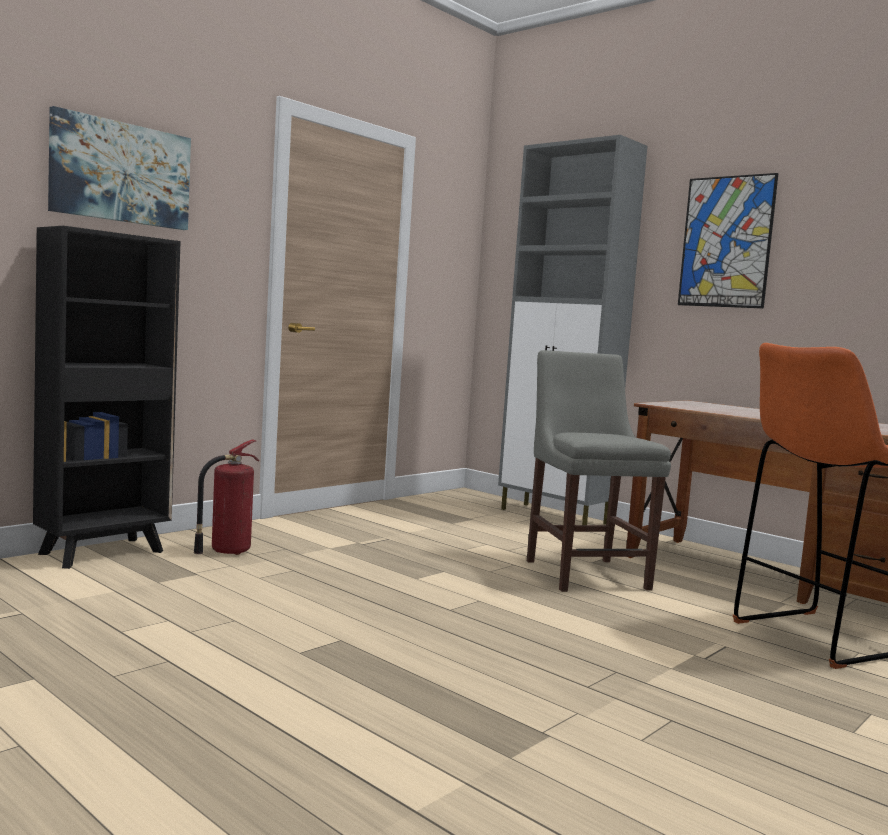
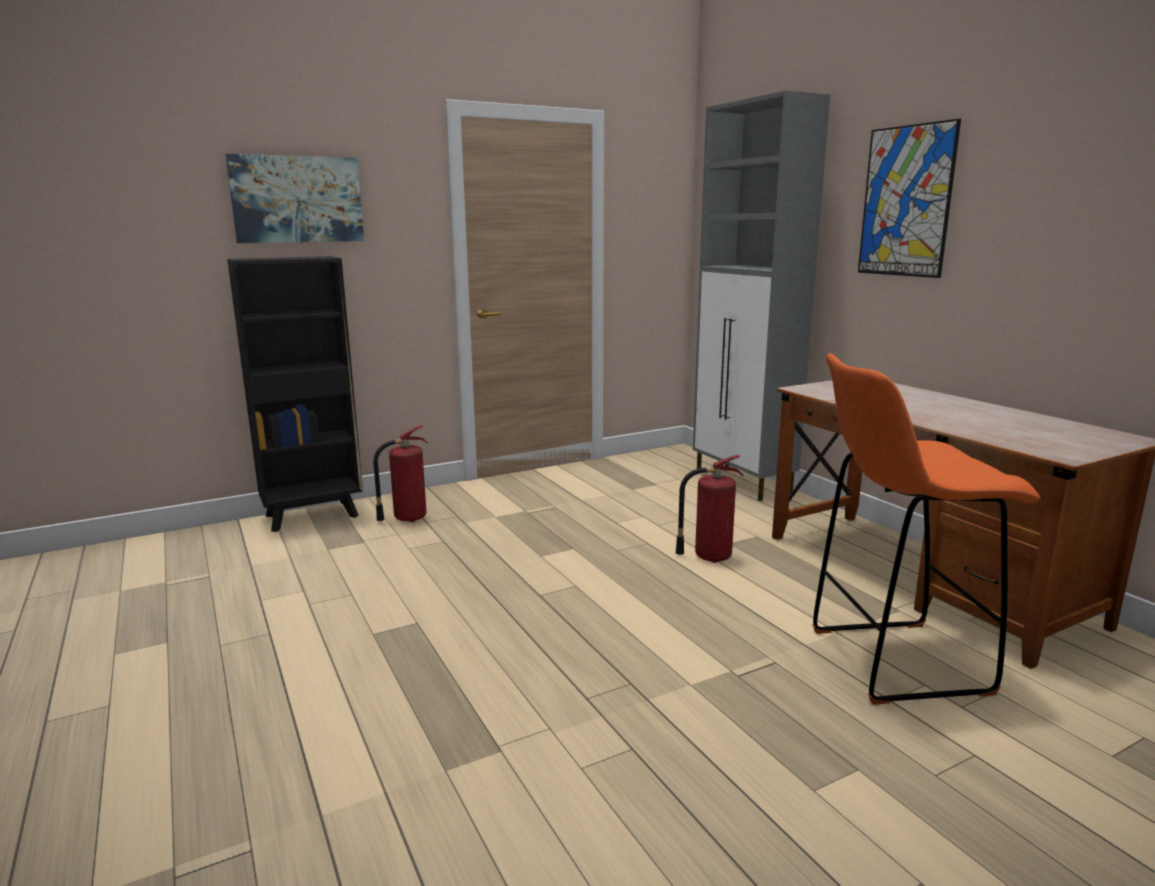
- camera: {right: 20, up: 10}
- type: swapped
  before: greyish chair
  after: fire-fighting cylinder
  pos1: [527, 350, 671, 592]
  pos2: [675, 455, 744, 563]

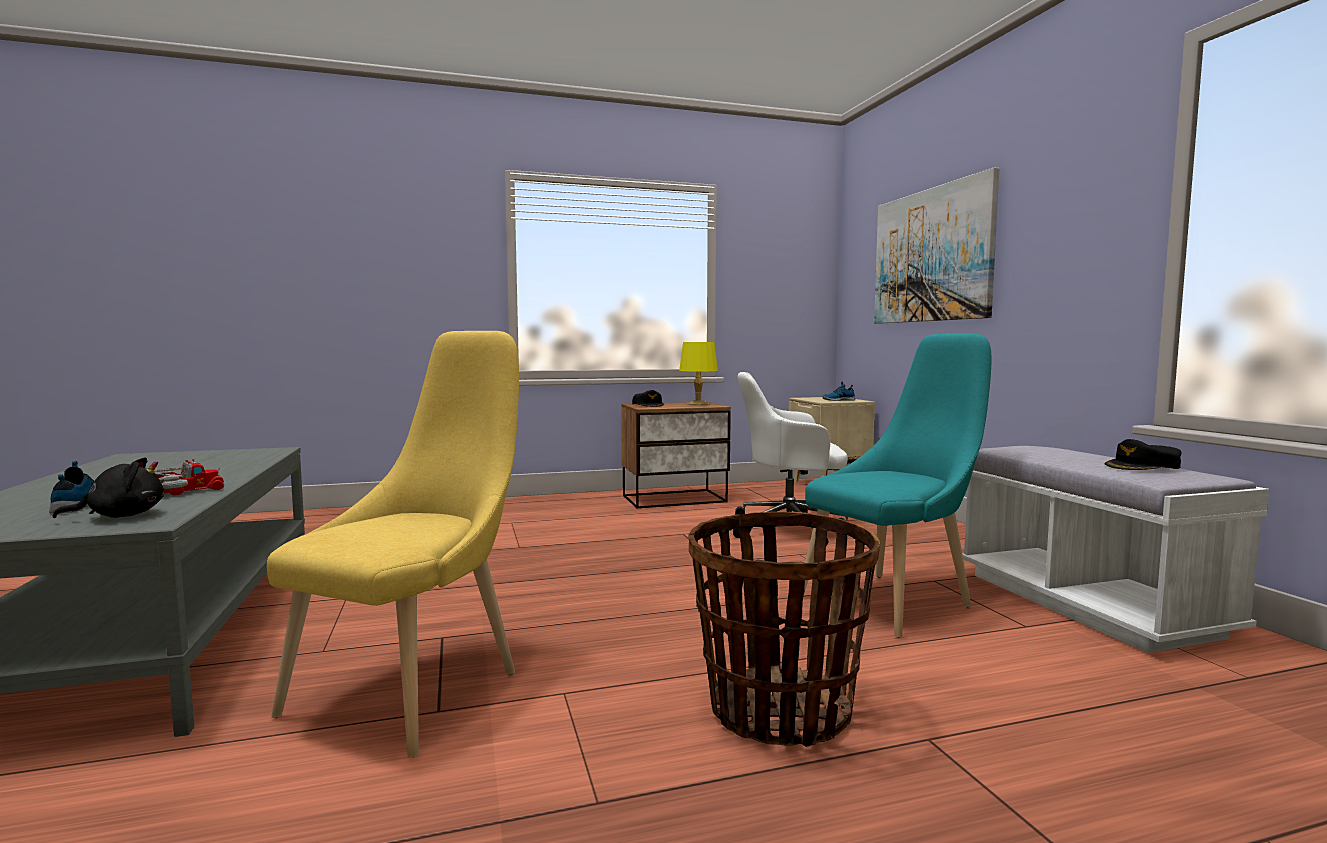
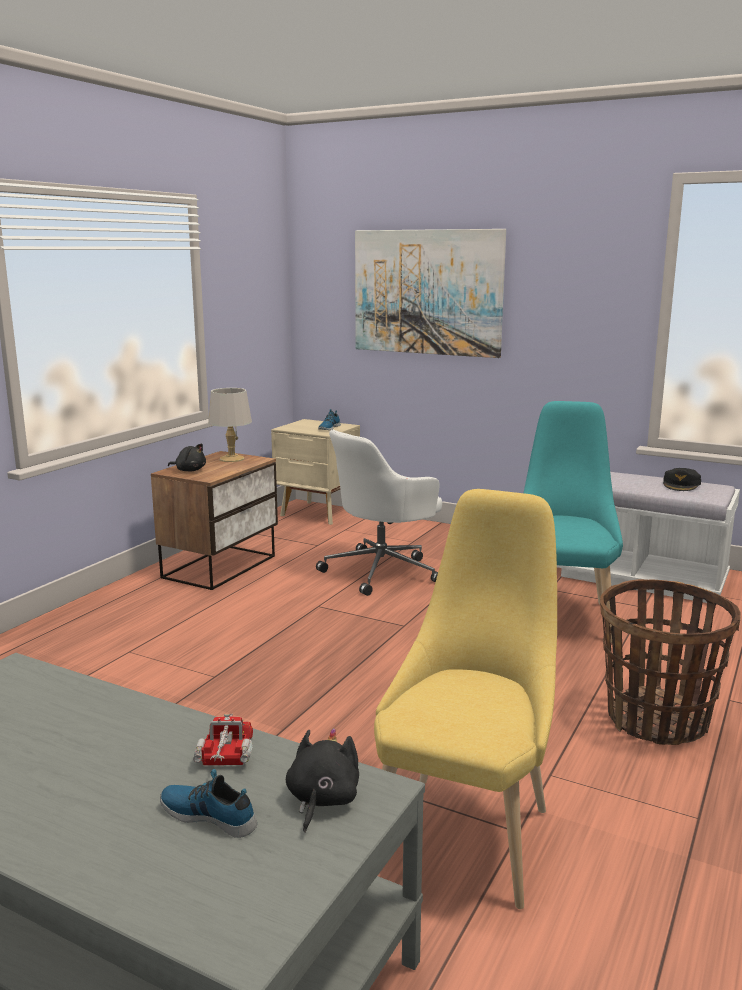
- camera: {right: -45, up: 10}
- type: rotated
  before: yellow chair
  pos1: [267, 331, 519, 758]
  pos2: [374, 489, 557, 909]
  turn: 45
- type: repainted
  before: yellow lamp for a table
  after: greyish lamp for a table
  pos1: [679, 342, 718, 405]
  pos2: [208, 388, 252, 462]
- type: swapped
  before: black peaked cap
  after: black soft toy
  pos1: [632, 390, 664, 407]
  pos2: [168, 444, 206, 471]

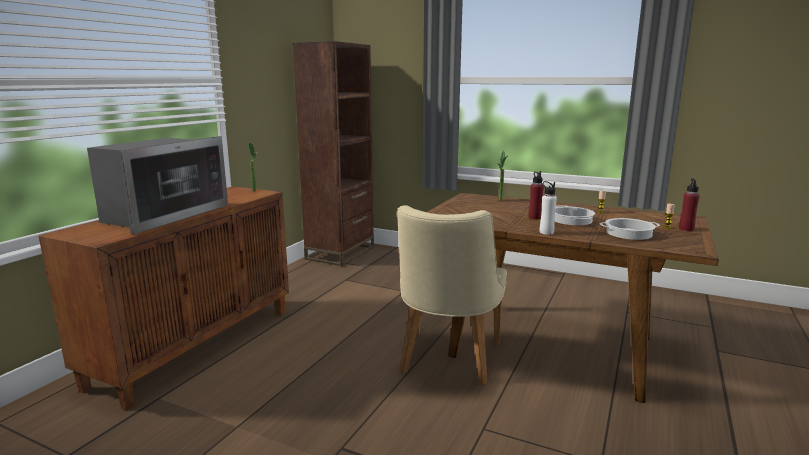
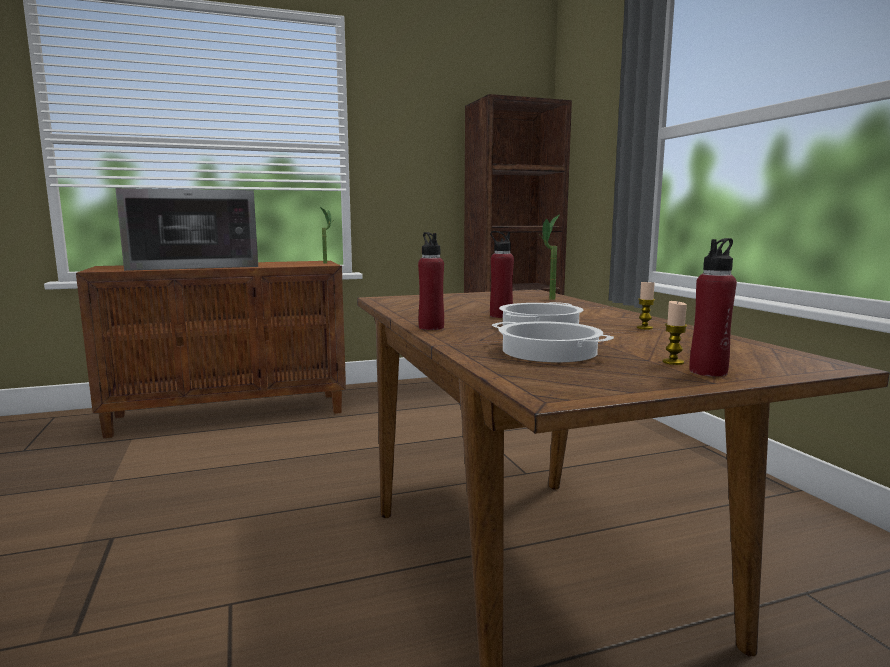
- camera: {right: 45, up: -5}
- type: repainted
  before: white drink bottle
  after: red-coloured drink bottle
  pos1: [540, 181, 557, 235]
  pos2: [418, 232, 444, 330]
- type: gone
  before: beige-coloured chair
  pos1: [397, 205, 507, 385]

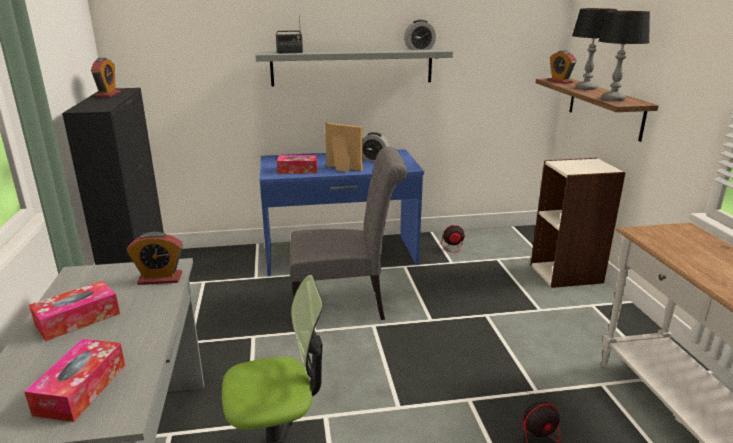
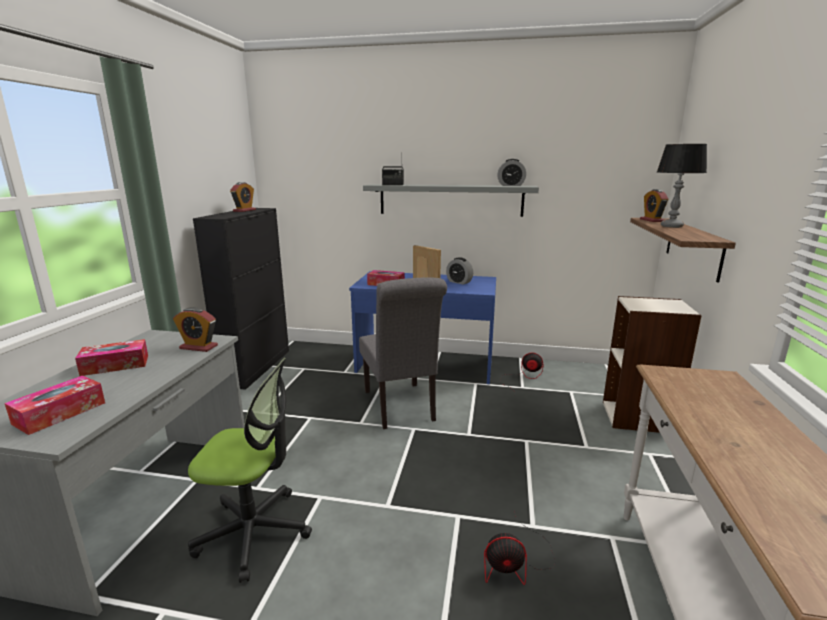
- camera: {right: 20, up: -5}
- type: gone
  before: lamp for a table
  pos1: [598, 11, 650, 101]
- type: rotated
  before: greyish chair
  pos1: [290, 147, 407, 320]
  pos2: [359, 277, 447, 429]
  turn: 60

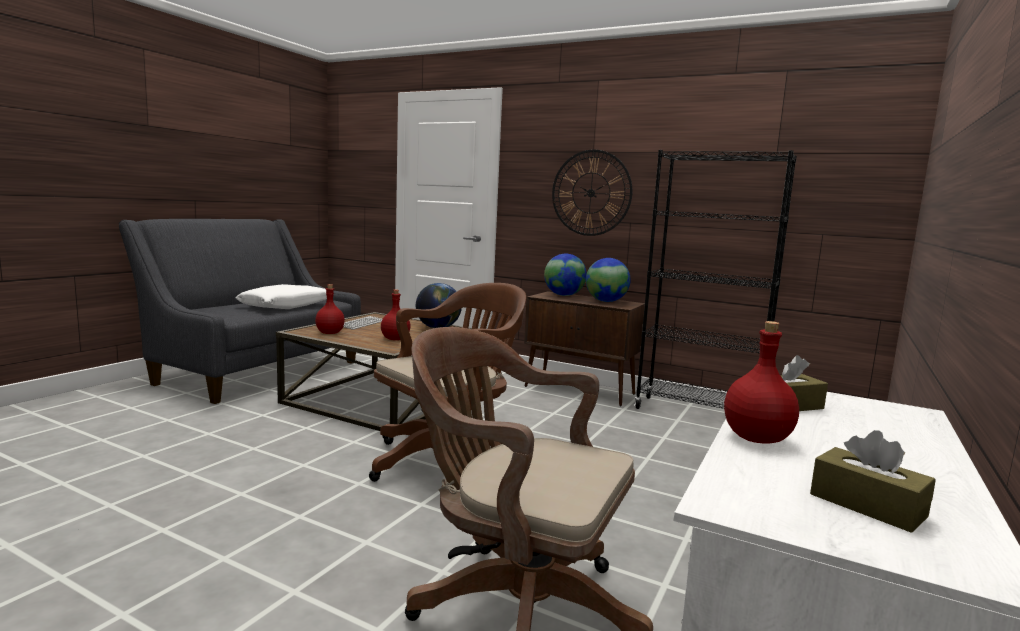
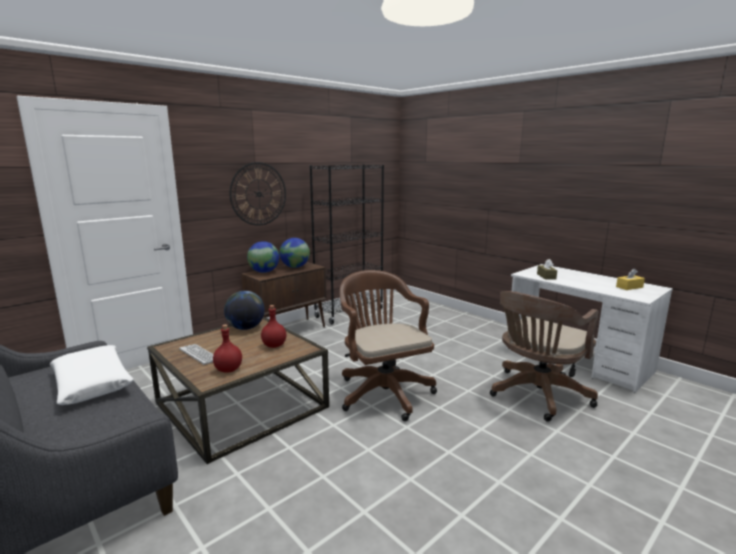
- camera: {right: -70, up: 5}
- type: gone
  before: red-coloured drink bottle
  pos1: [724, 321, 799, 443]
- type: repainted
  before: brown box of tissues
  after: yellow box of tissues
  pos1: [810, 430, 936, 533]
  pos2: [616, 268, 645, 290]

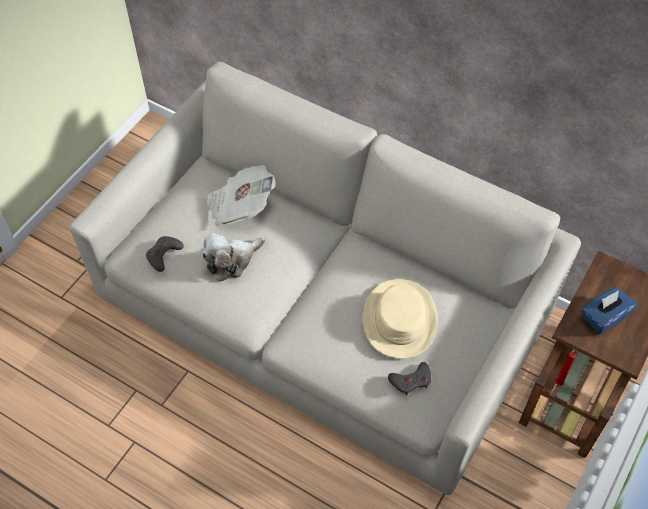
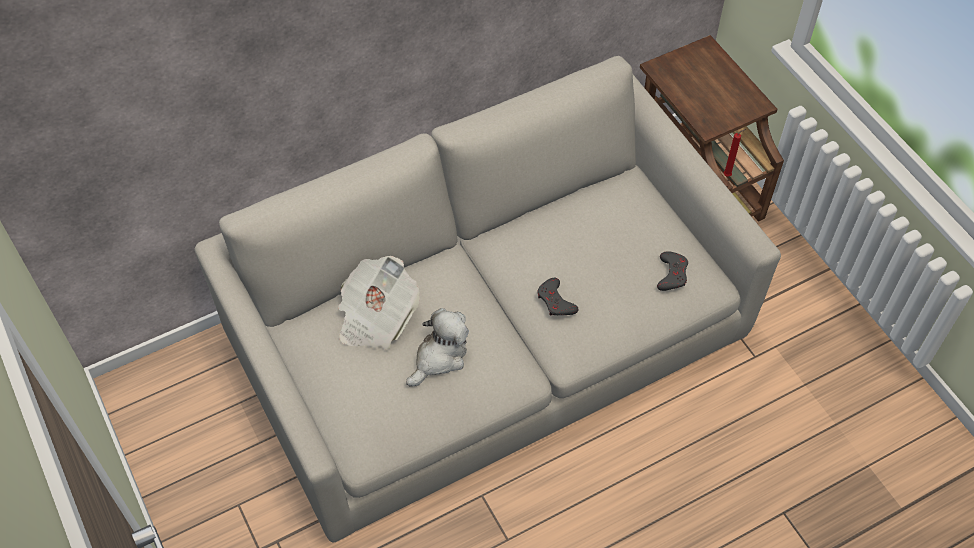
- camera: {right: -60, up: 0}
- type: rotated
  before: soft toy
  pos1: [202, 233, 266, 281]
  pos2: [406, 308, 469, 386]
  turn: -135
- type: shifted
  before: greyish gamepad
  pos1: [146, 236, 184, 272]
  pos2: [538, 278, 579, 316]
- type: gone
  before: beige-coloured hat
  pos1: [363, 279, 438, 358]
- type: gone
  before: bluish box of tissues
  pos1: [582, 287, 638, 334]

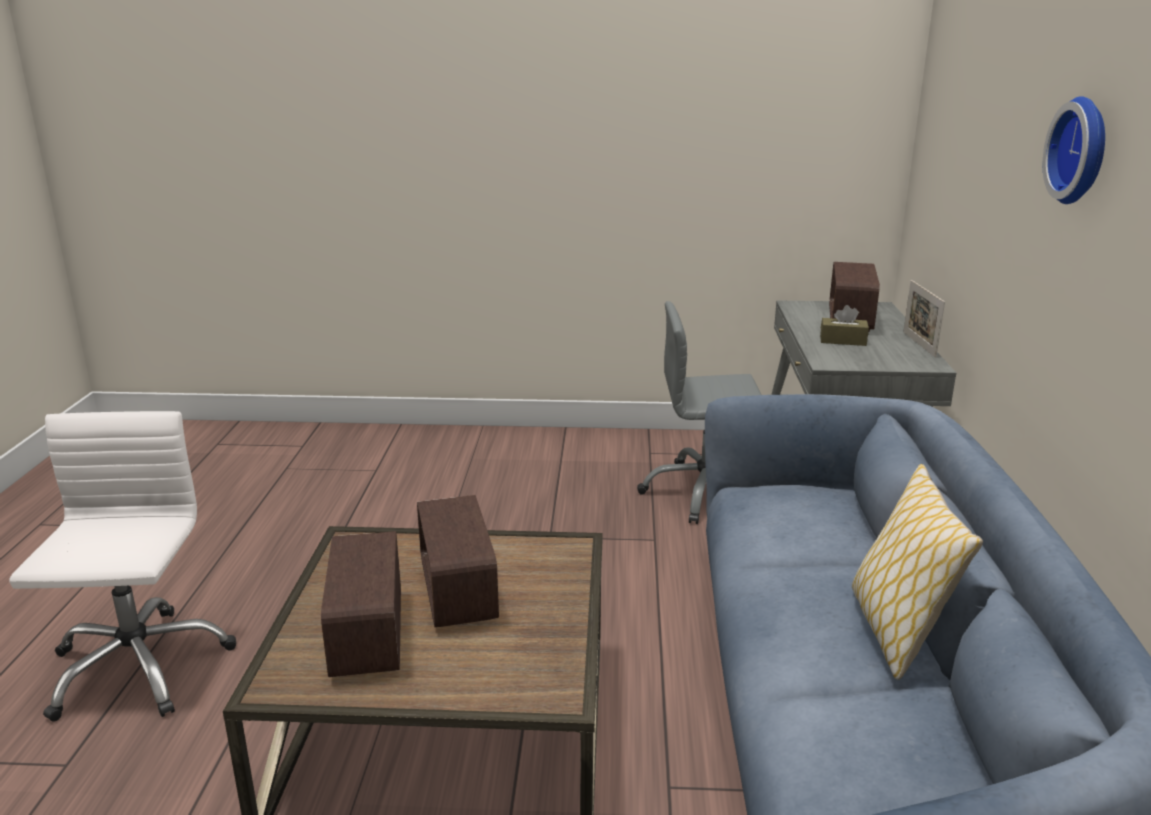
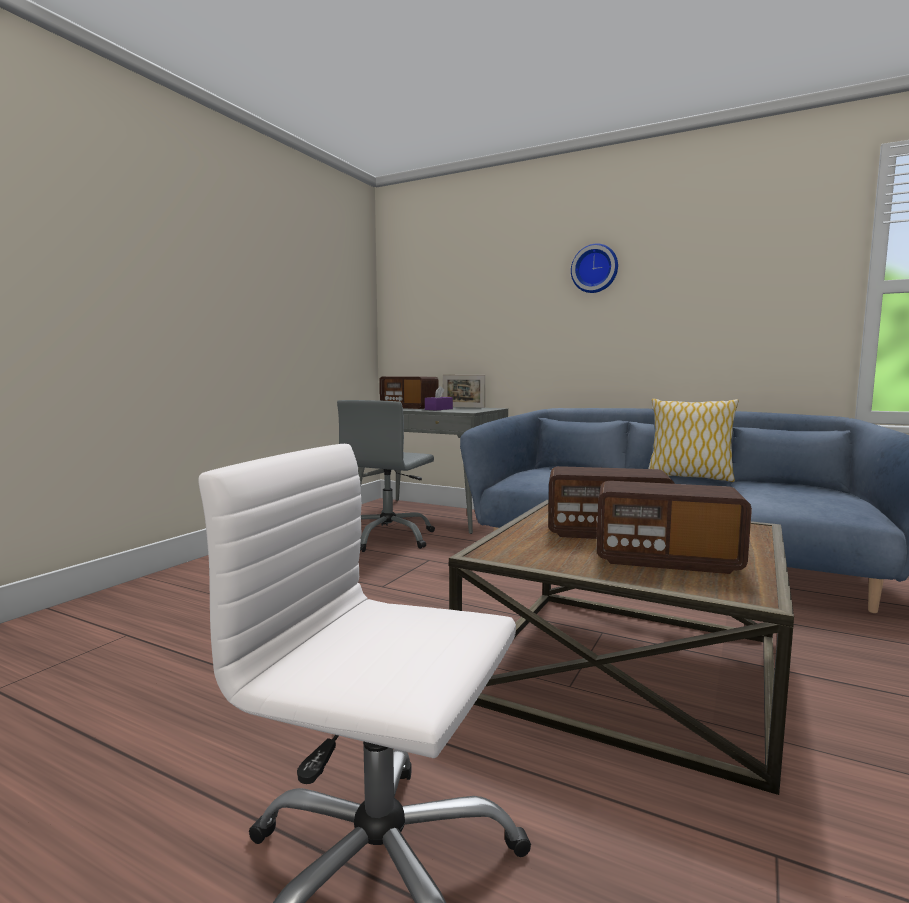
- camera: {right: -65, up: -15}
- type: repainted
  before: brown box of tissues
  after: purplish box of tissues
  pos1: [820, 305, 869, 346]
  pos2: [425, 386, 453, 410]

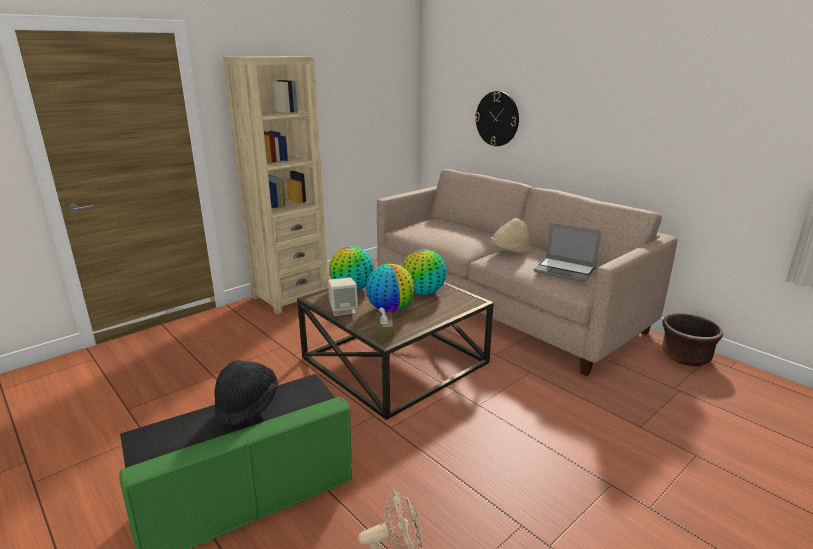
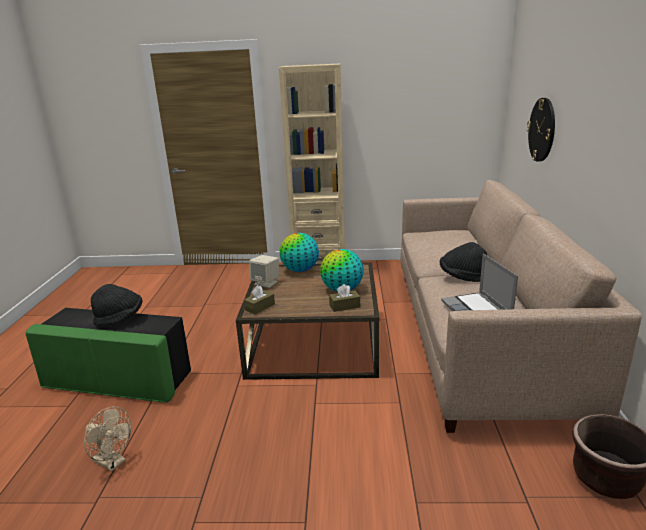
- camera: {right: 45, up: 0}
- type: repainted
  before: beige-coloured hat
  after: black hat
  pos1: [490, 218, 529, 253]
  pos2: [440, 242, 487, 282]
- type: gone
  before: world globe
  pos1: [366, 264, 415, 312]
- type: new
  after: brown box of tissues
  pos2: [329, 284, 360, 312]

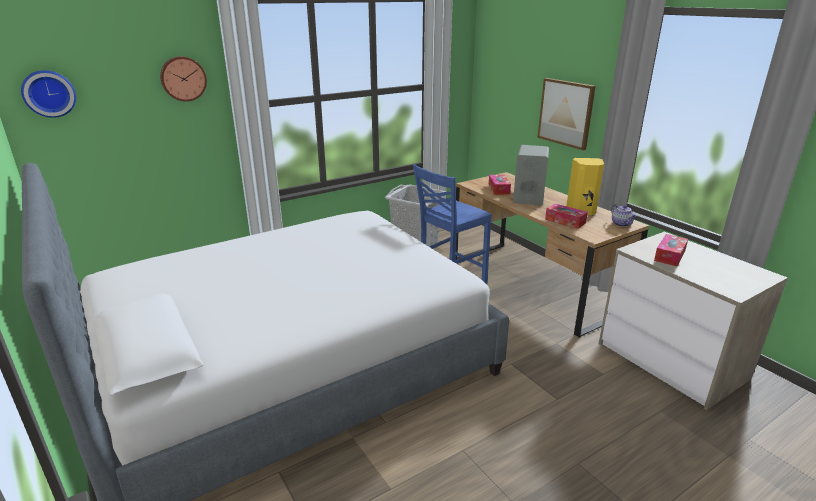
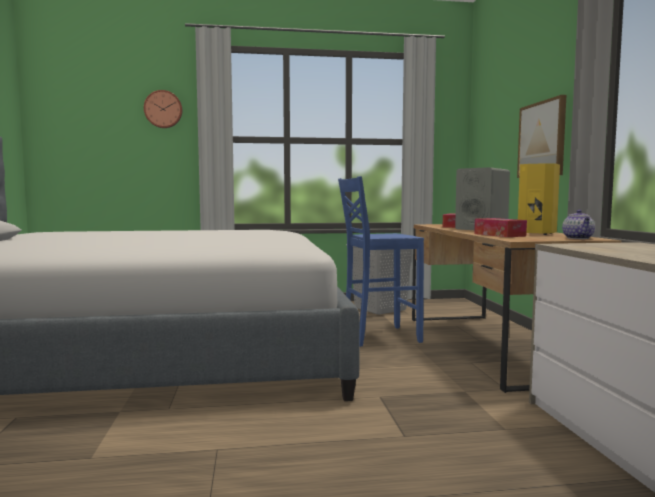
- camera: {right: 25, up: -20}
- type: gone
  before: clock on the wall
  pos1: [21, 70, 76, 118]
- type: gone
  before: box of tissues
  pos1: [654, 234, 688, 266]

